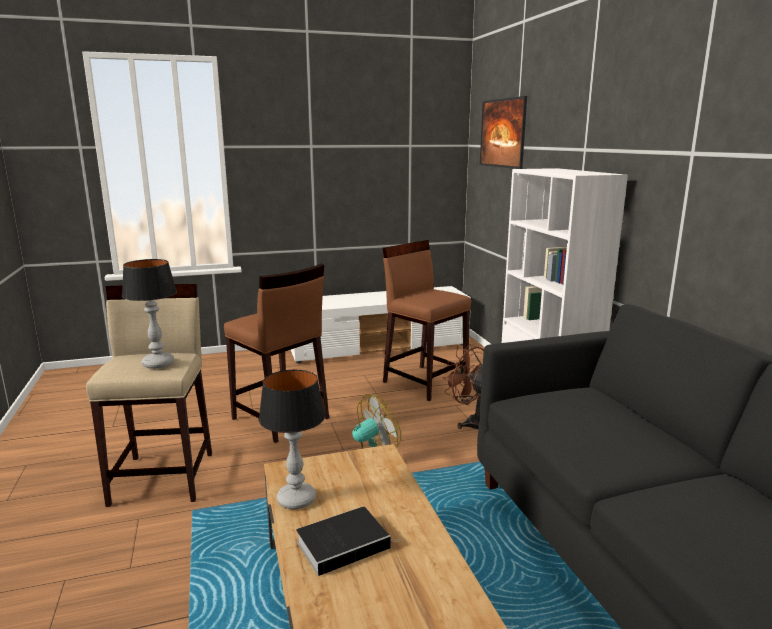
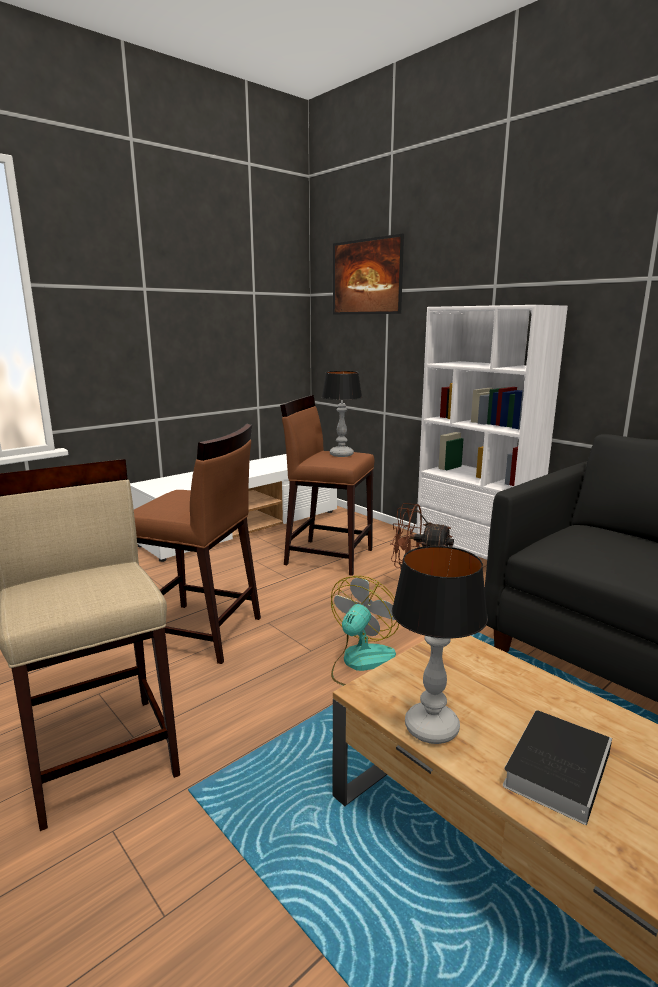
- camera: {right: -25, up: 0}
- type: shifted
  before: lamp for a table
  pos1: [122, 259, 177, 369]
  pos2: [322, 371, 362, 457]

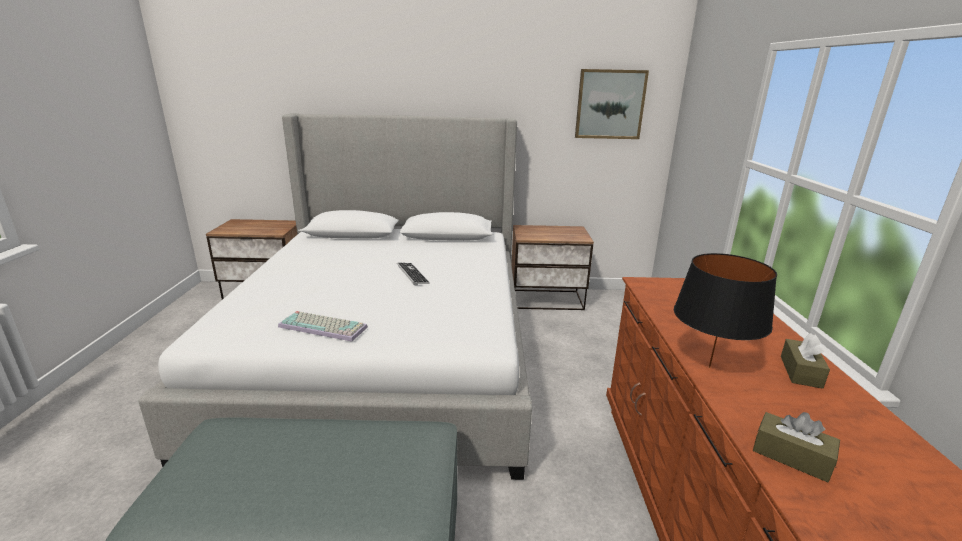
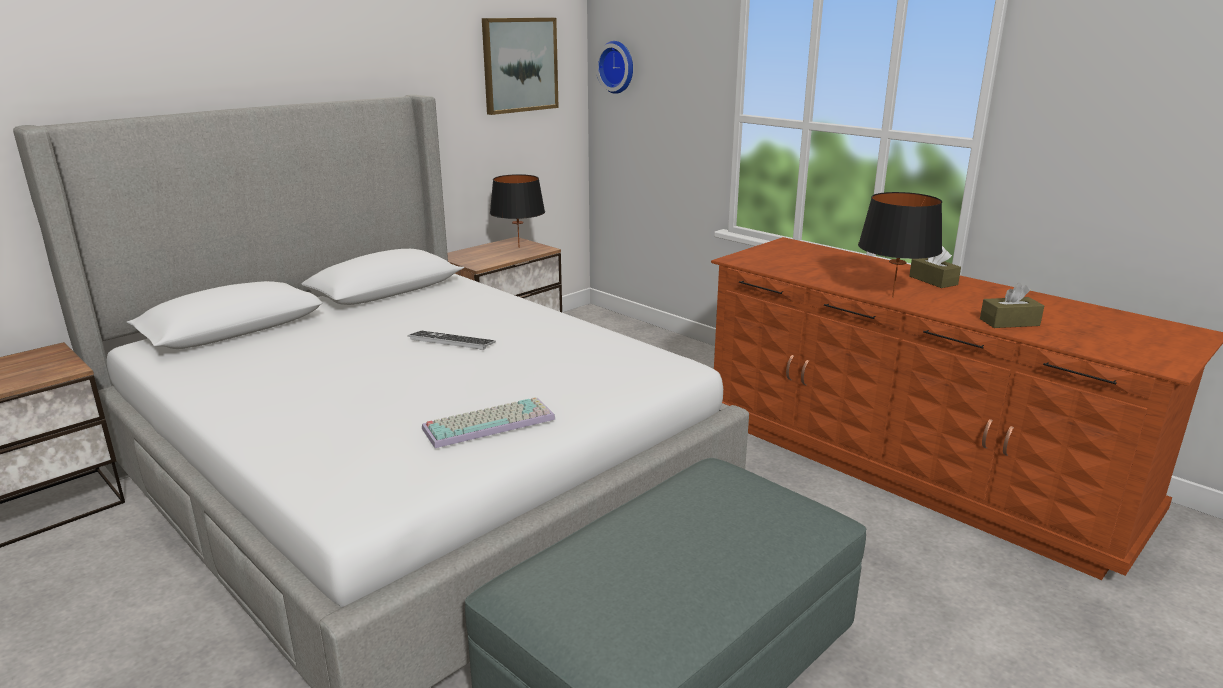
- camera: {right: -45, up: 0}
- type: new
  after: clock on the wall
  pos2: [596, 41, 633, 94]
- type: new
  after: black lamp for a table
  pos2: [490, 174, 545, 248]

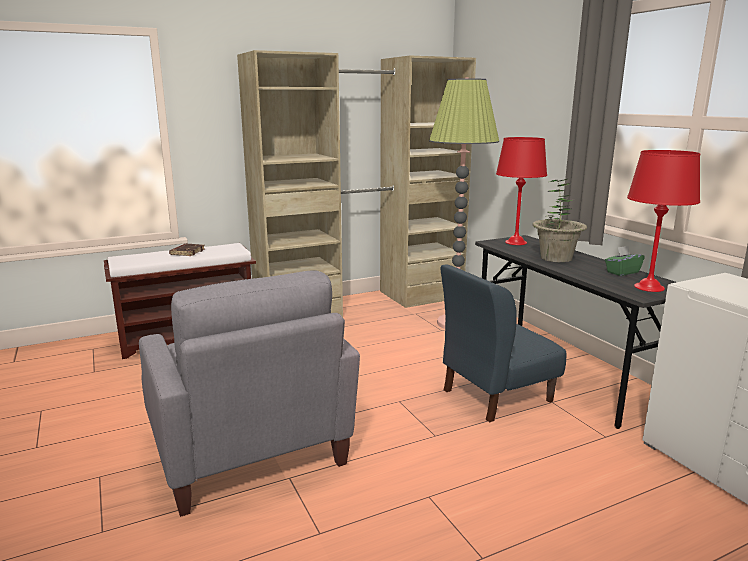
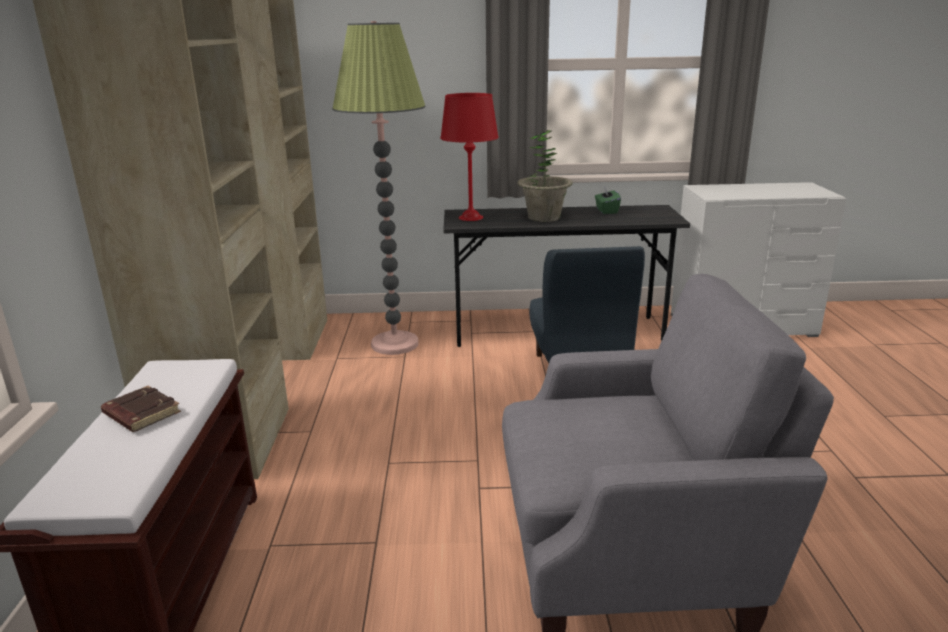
- camera: {right: -65, up: 5}
- type: gone
  before: red-coloured lamp for a table
  pos1: [627, 150, 700, 292]

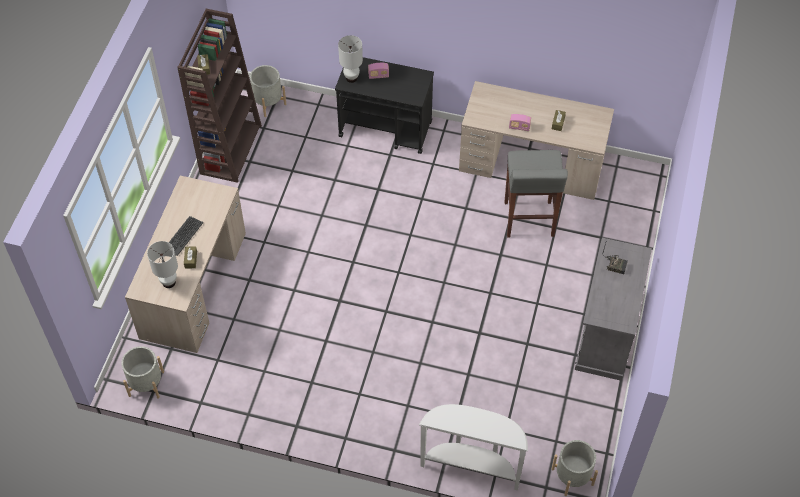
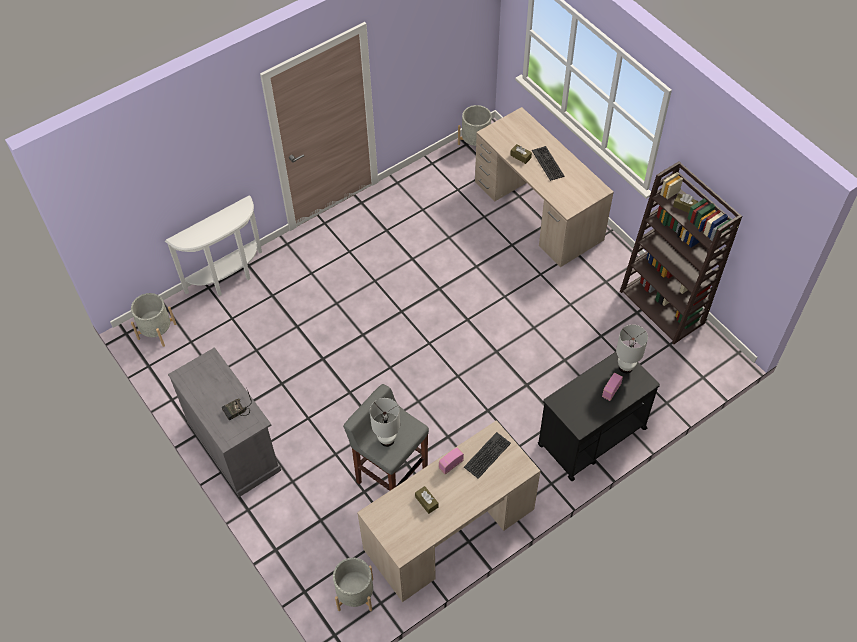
- camera: {right: 130, up: 0}
- type: shifted
  before: greyish planter
  pos1: [250, 65, 287, 117]
  pos2: [333, 558, 373, 611]
- type: shifted
  before: white lamp for a table
  pos1: [147, 241, 178, 288]
  pos2: [370, 398, 400, 447]
- type: new
  after: keyboard
  pos2: [464, 432, 511, 479]

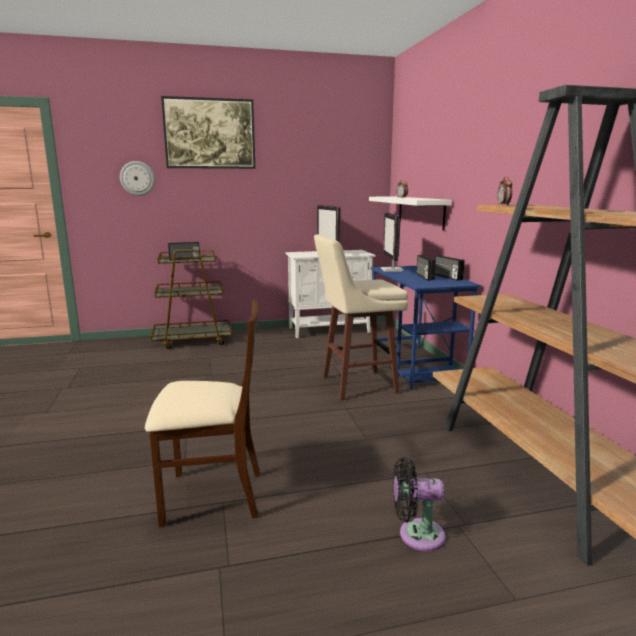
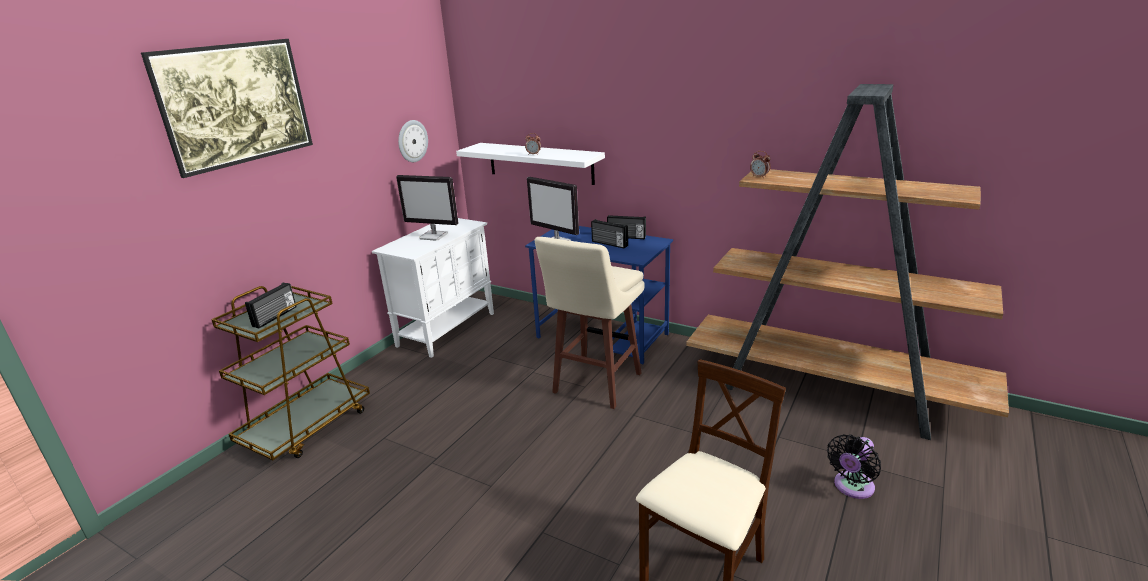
- camera: {right: -45, up: 10}
- type: shifted
  before: clock on the wall
  pos1: [120, 161, 155, 196]
  pos2: [398, 120, 428, 162]

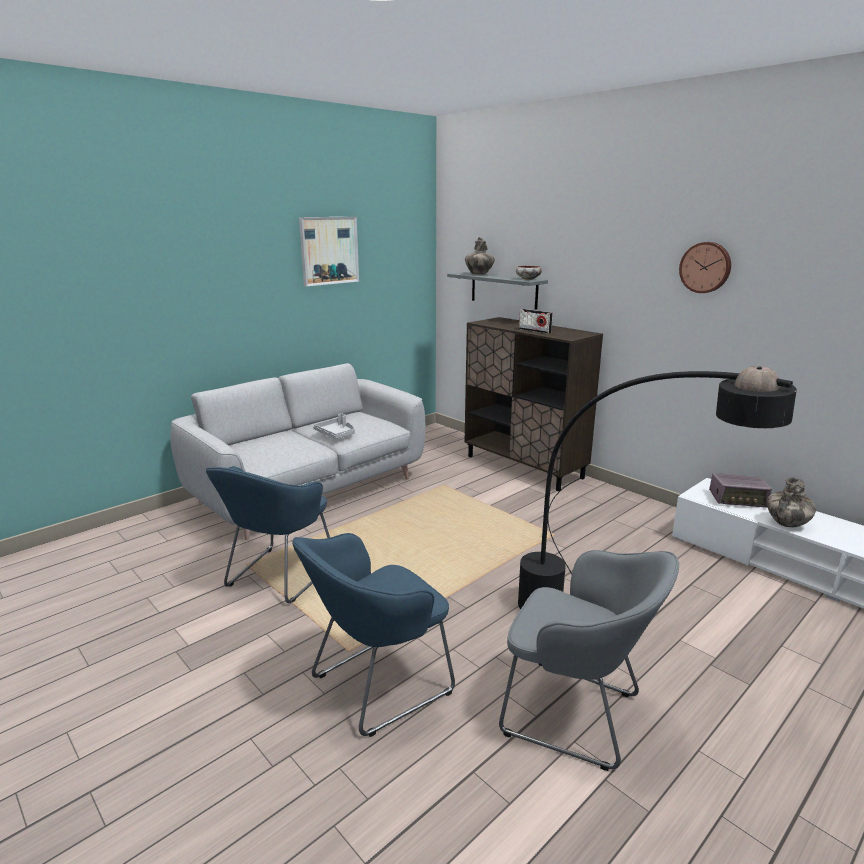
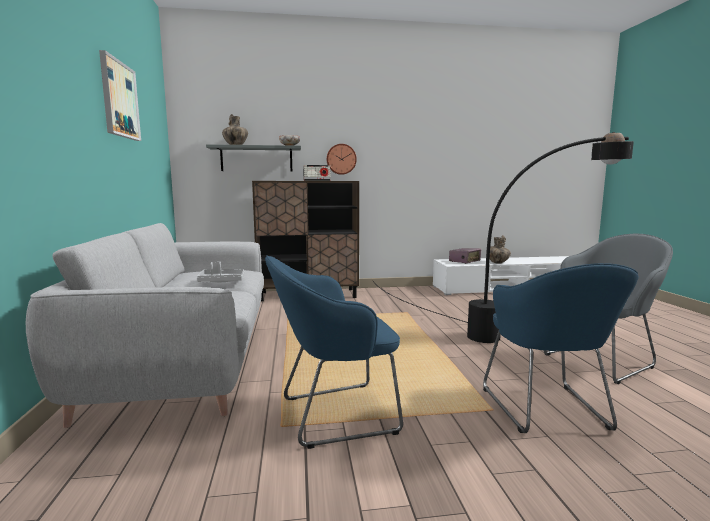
- camera: {right: -55, up: -10}
- type: shifted
  before: clock on the wall
  pos1: [679, 242, 731, 293]
  pos2: [326, 144, 357, 175]
- type: rotated
  before: bluish easy chair
  pos1: [206, 466, 330, 603]
  pos2: [265, 256, 403, 449]
  turn: 105

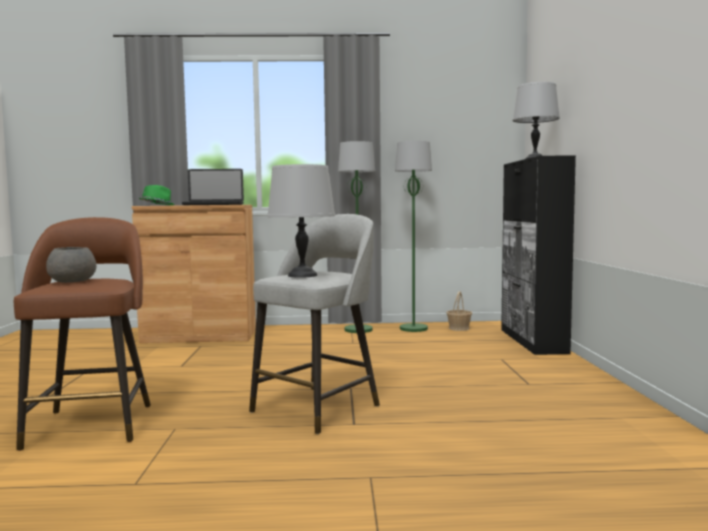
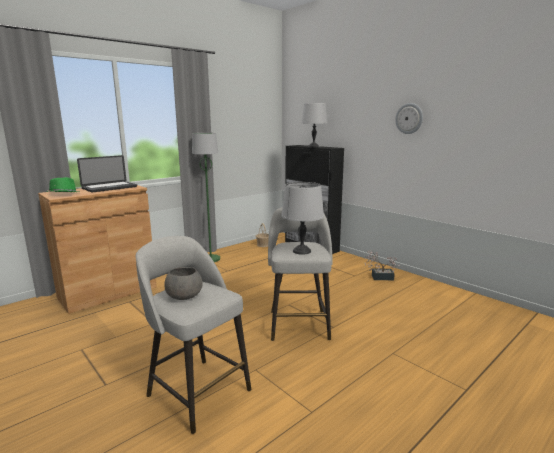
- camera: {right: -40, up: 10}
- type: gone
  before: greenish standing lamp
  pos1: [395, 141, 432, 332]
- type: repainted
  before: brown stool
  after: greyish stool
  pos1: [14, 217, 151, 451]
  pos2: [136, 236, 251, 434]
- type: new
  after: clock on the wall
  pos2: [395, 103, 423, 134]
- type: new
  after: plant in a pot
  pos2: [365, 250, 400, 280]

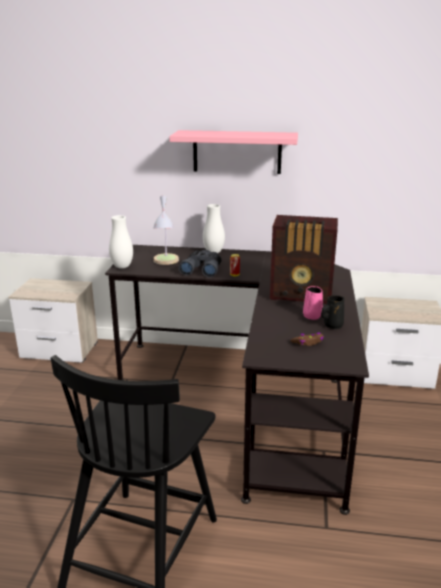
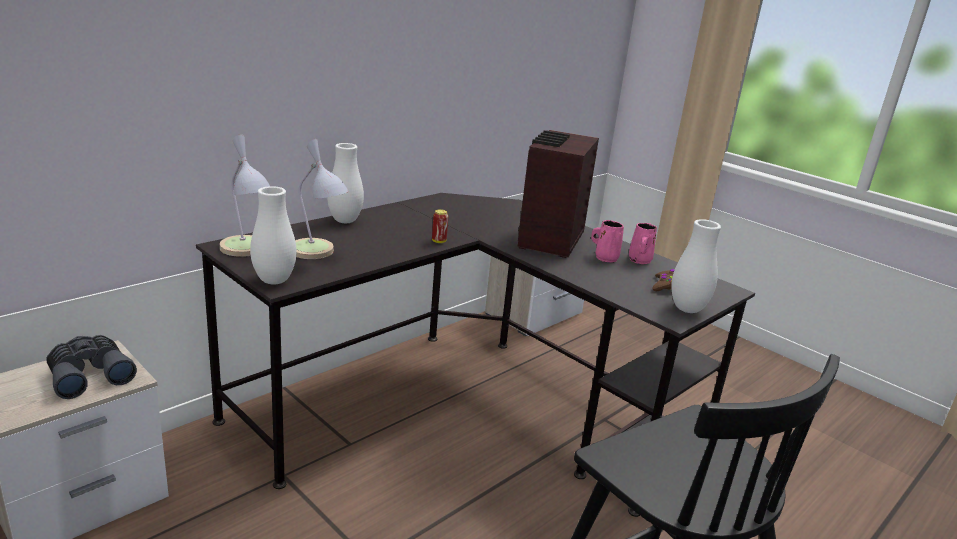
- camera: {right: -55, up: 0}
- type: gone
  before: pink bracket shelf
  pos1: [169, 130, 298, 174]
- type: rotated
  before: radio
  pos1: [270, 215, 338, 304]
  pos2: [518, 130, 599, 258]
  turn: 150
- type: shifted
  before: greyish pair of binoculars
  pos1: [179, 250, 222, 278]
  pos2: [46, 335, 137, 399]
- type: repainted
  before: black tea mug
  after: pink tea mug
  pos1: [321, 295, 345, 329]
  pos2: [629, 223, 657, 264]
- type: new
  after: lamp for a table
  pos2: [220, 134, 270, 257]
- type: new
  after: white decorative vase
  pos2: [671, 219, 721, 313]

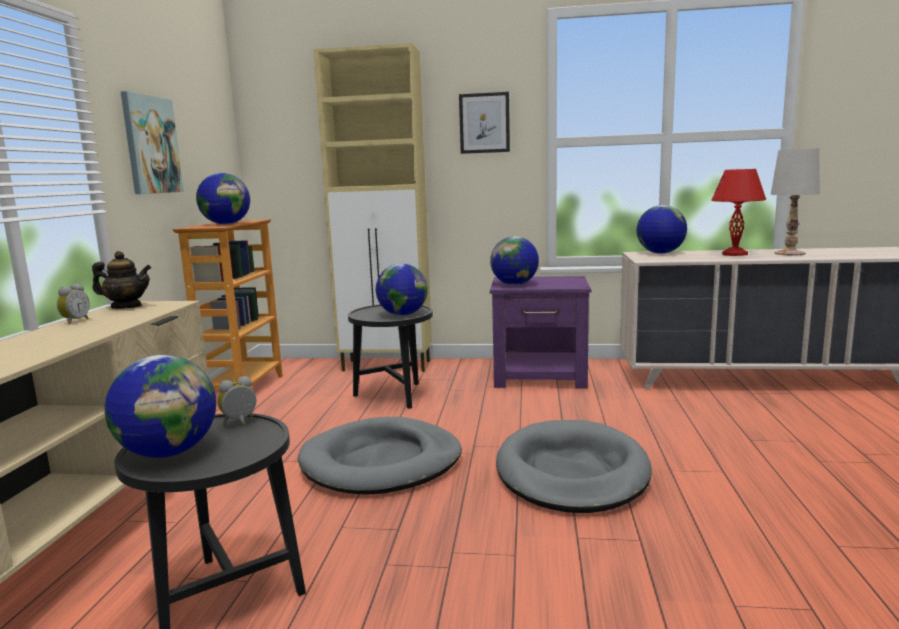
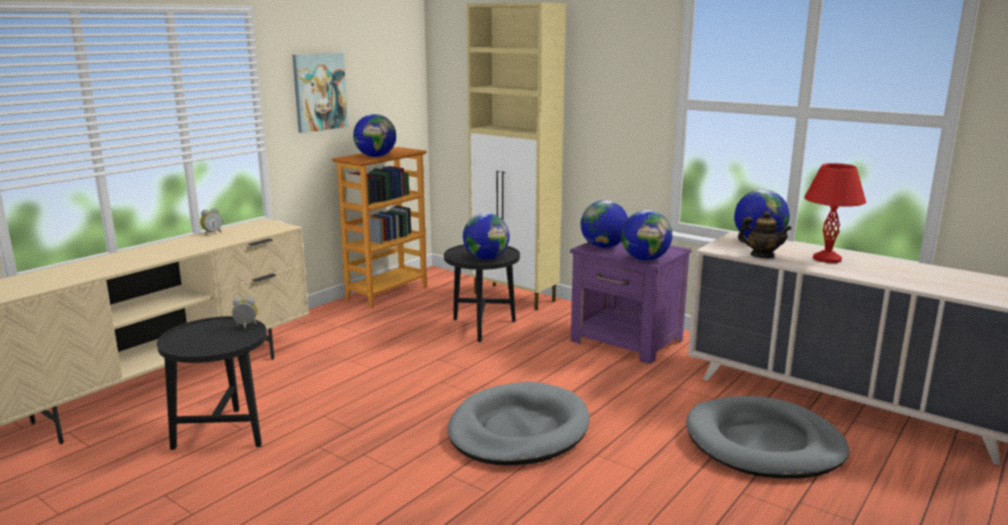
- camera: {right: 30, up: 5}
- type: gone
  before: picture
  pos1: [459, 92, 510, 154]
- type: gone
  before: white lamp for a table
  pos1: [771, 149, 820, 255]
- type: shifted
  before: pot for tea
  pos1: [92, 251, 151, 309]
  pos2: [738, 211, 792, 258]
- type: shifted
  before: world globe
  pos1: [105, 355, 216, 458]
  pos2: [621, 210, 672, 261]
- type: shifted
  before: greyish pet bed
  pos1: [298, 417, 462, 495]
  pos2: [686, 396, 849, 479]

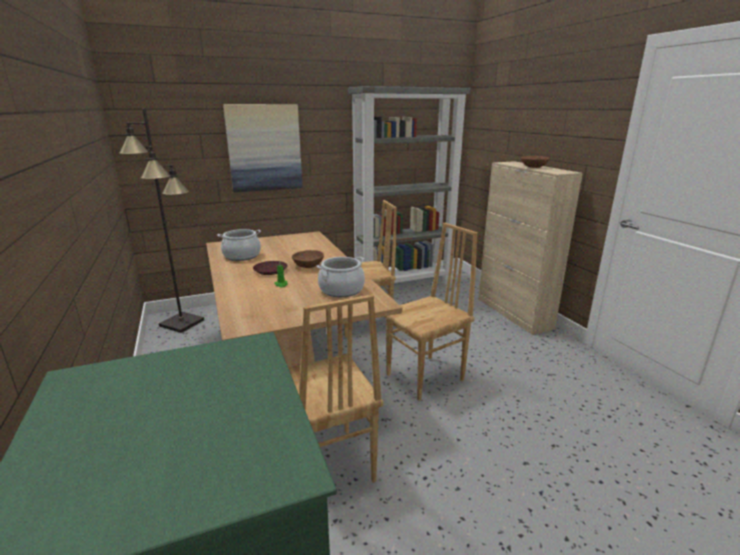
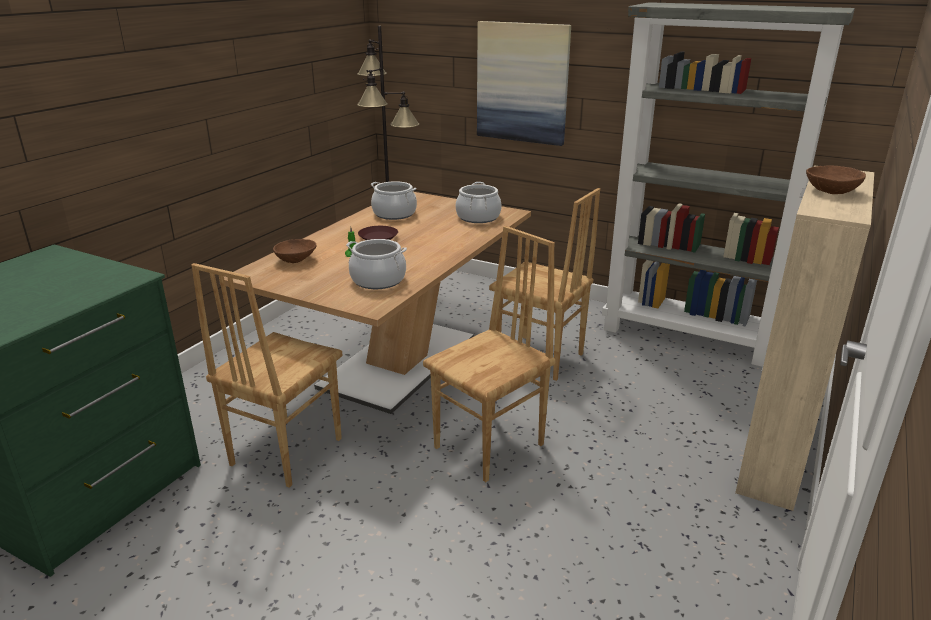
- camera: {right: 50, up: 5}
- type: rotated
  before: brown chair
  pos1: [384, 223, 477, 401]
  pos2: [423, 226, 555, 482]
  turn: -60
- type: shifted
  before: brown deep dish
  pos1: [292, 250, 324, 268]
  pos2: [273, 239, 316, 263]
- type: new
  after: saucepot
  pos2: [456, 182, 502, 223]

